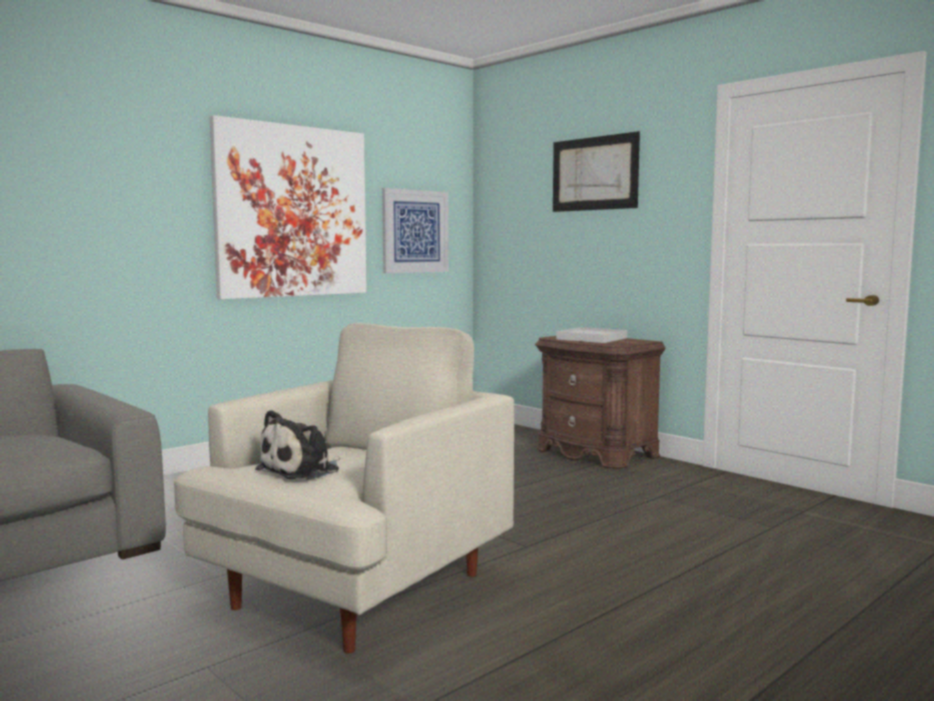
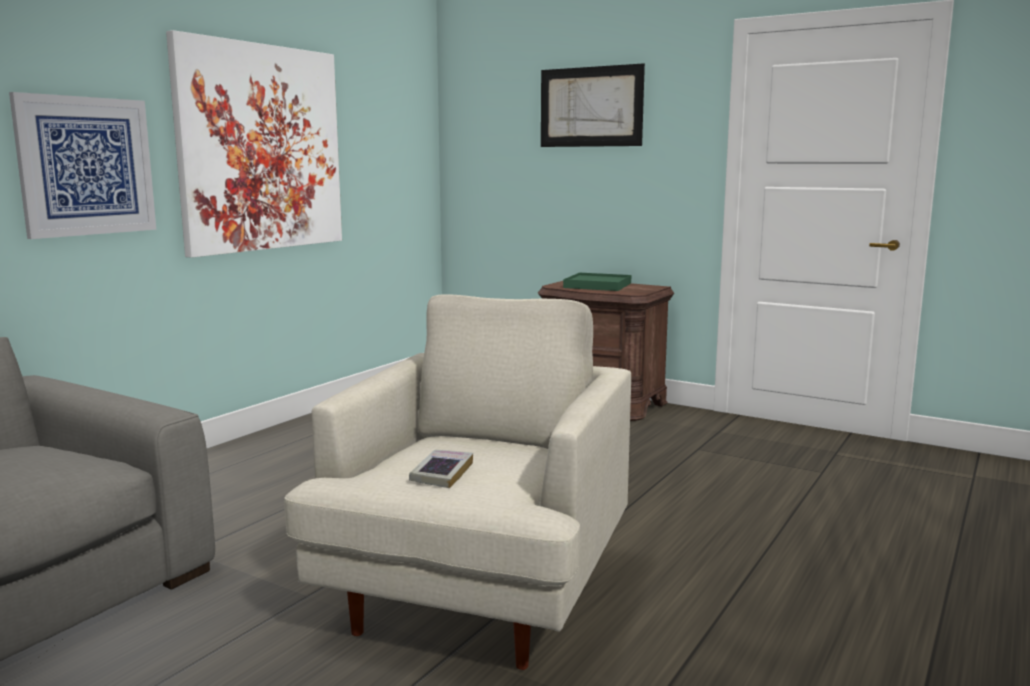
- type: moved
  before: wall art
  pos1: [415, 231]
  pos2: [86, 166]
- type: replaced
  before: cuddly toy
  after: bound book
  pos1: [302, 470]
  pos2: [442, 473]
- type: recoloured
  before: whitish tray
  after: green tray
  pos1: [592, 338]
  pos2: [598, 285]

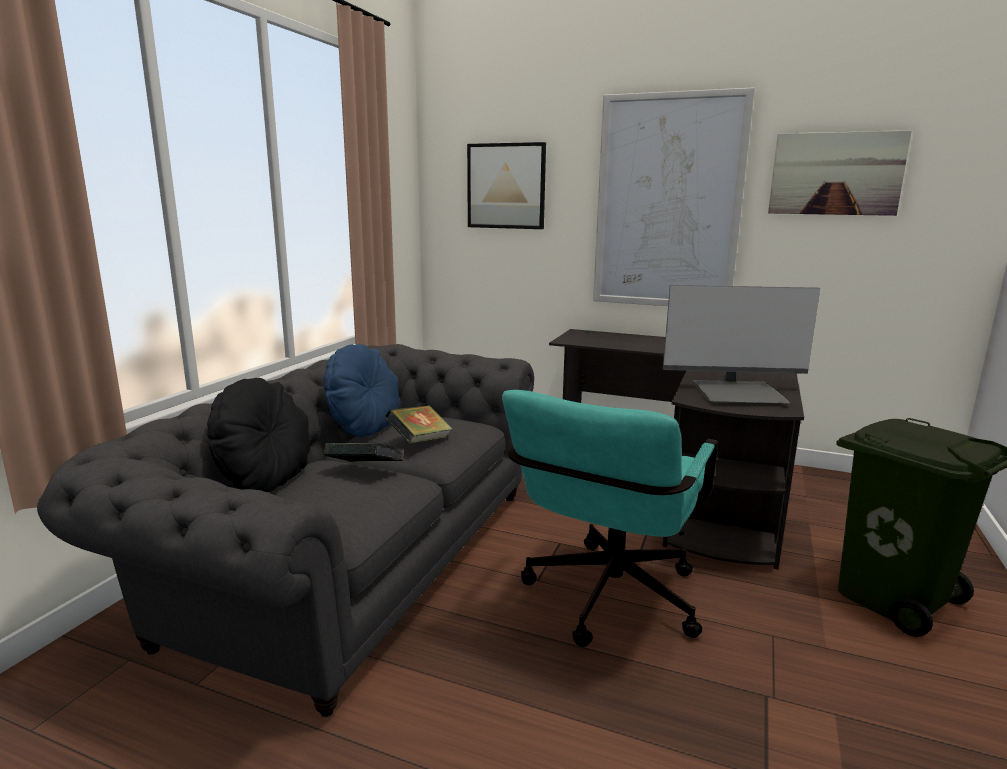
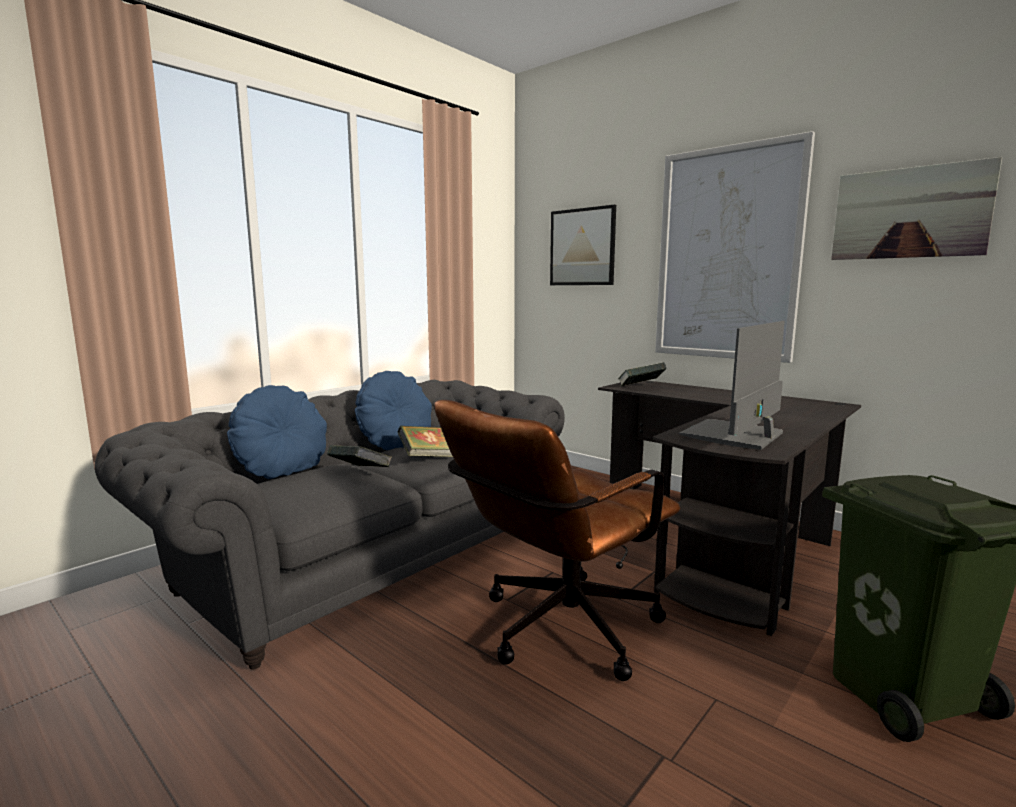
- type: recoloured
  before: black-coloured throw pillow
  after: blue-coloured throw pillow
  pos1: [266, 482]
  pos2: [282, 473]
- type: recoloured
  before: turquoise office chair
  after: brownish office chair
  pos1: [606, 603]
  pos2: [557, 631]
- type: added
  after: bound book
  pos2: [641, 387]
- type: turned
  before: monitor
  pos1: [737, 393]
  pos2: [734, 436]
  turn: 105

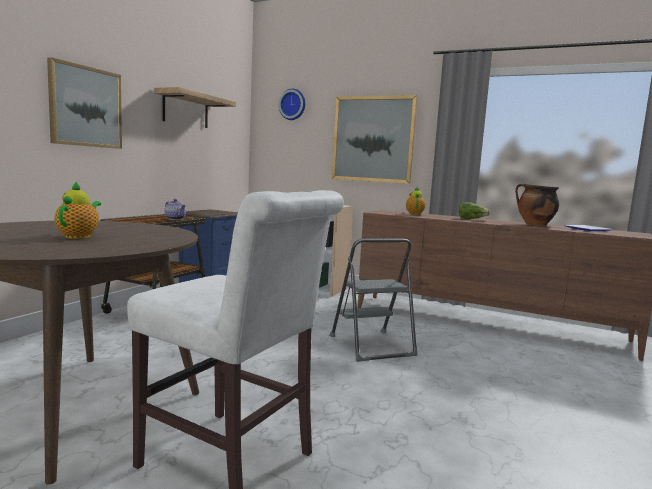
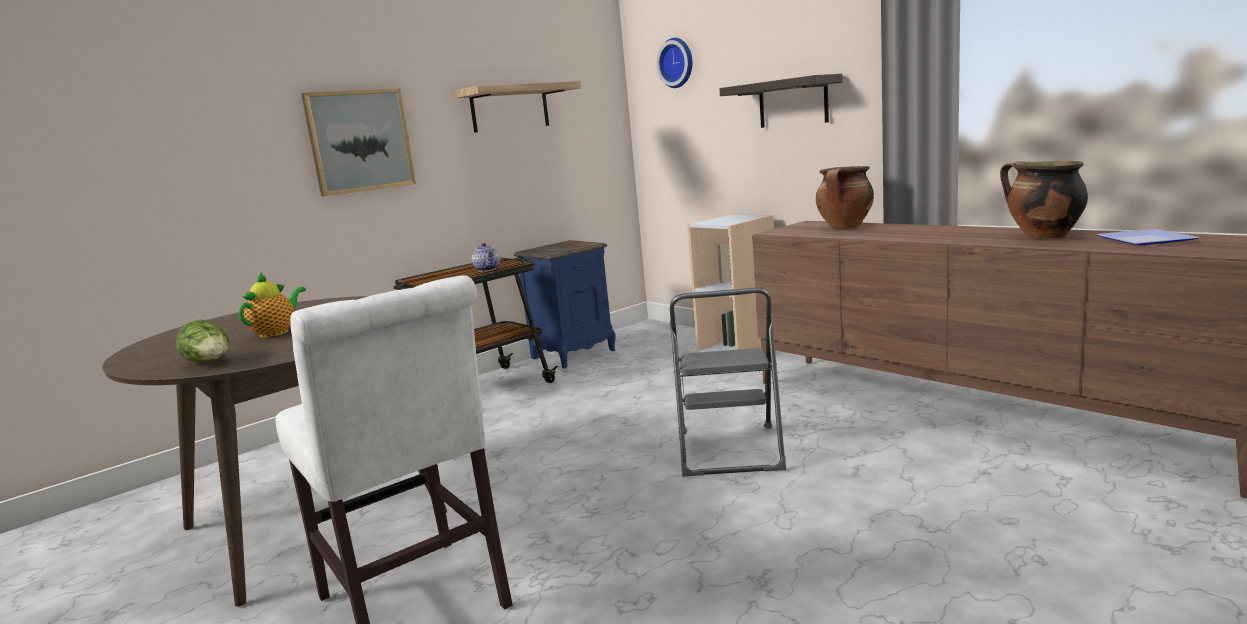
- type: moved
  before: lettuce head
  pos1: [471, 219]
  pos2: [211, 362]
- type: replaced
  before: wall art
  after: wall shelf
  pos1: [373, 139]
  pos2: [793, 102]
- type: replaced
  before: tea pot
  after: saucepot
  pos1: [414, 214]
  pos2: [845, 227]

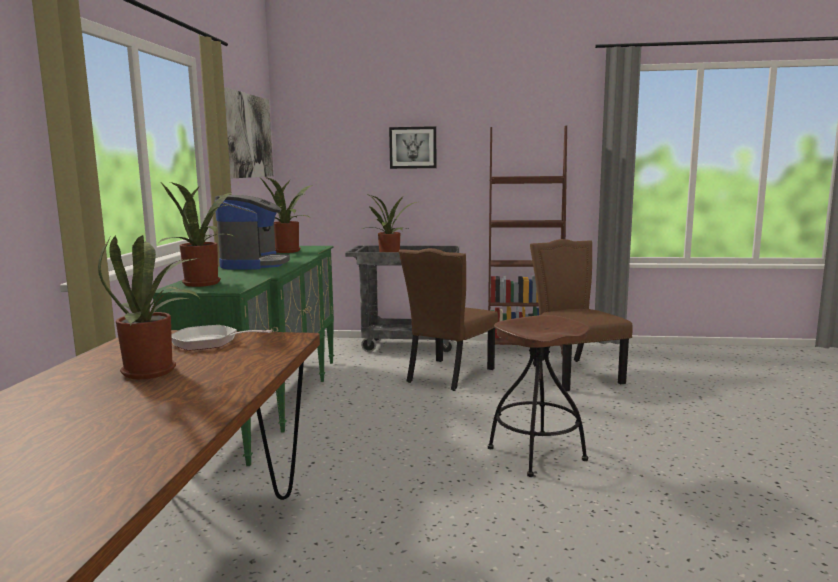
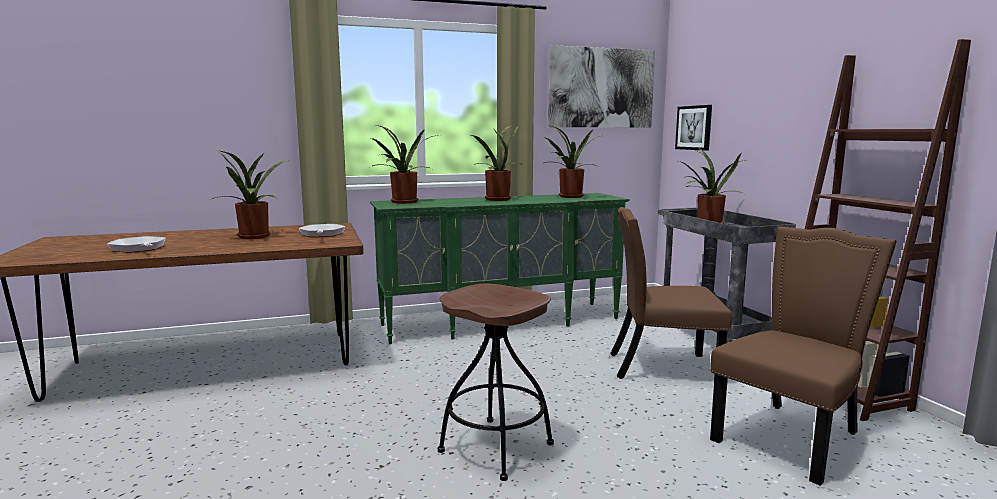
- type: added
  after: skillet
  pos2: [139, 249]
- type: replaced
  before: coffee maker
  after: potted plant
  pos1: [254, 264]
  pos2: [495, 199]
- type: moved
  before: wall art
  pos1: [413, 147]
  pos2: [694, 127]

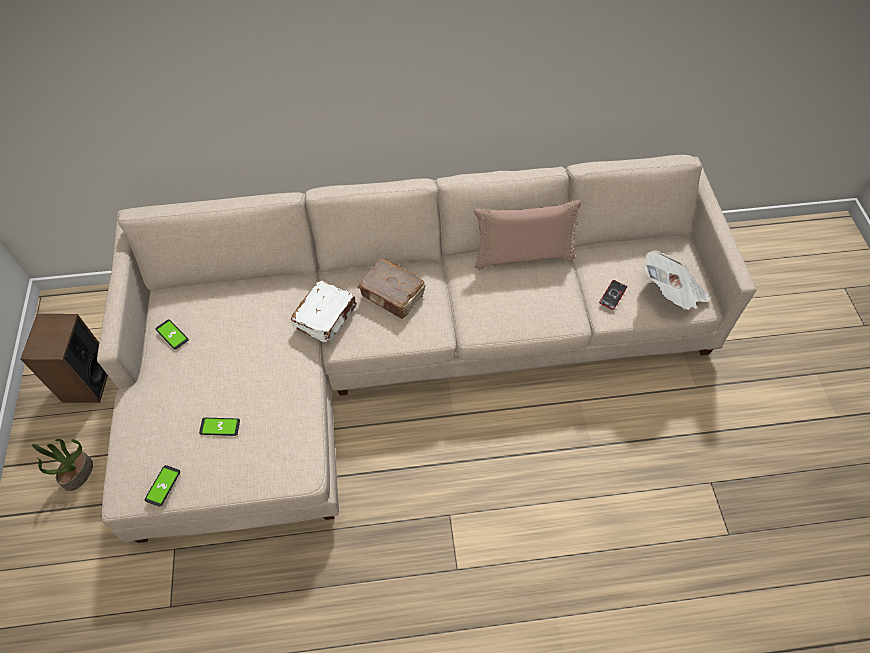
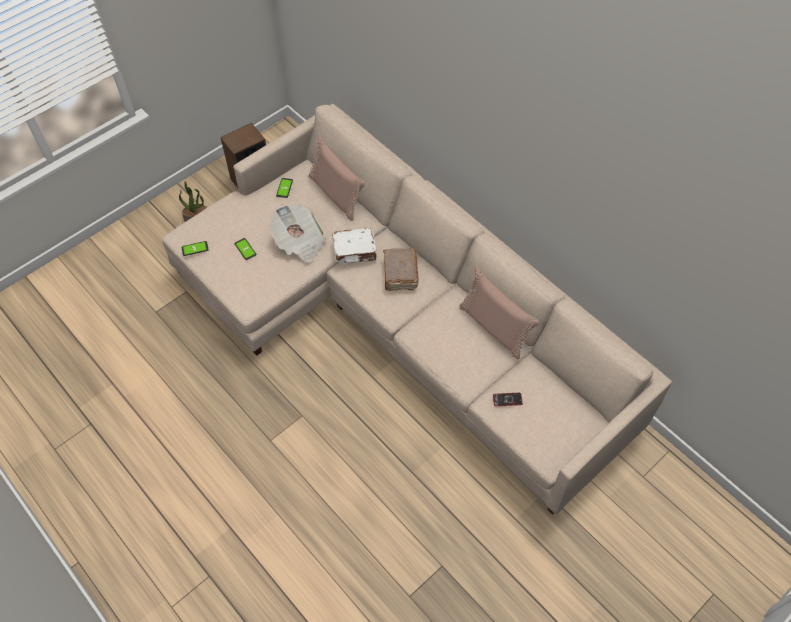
- type: moved
  before: printed paper
  pos1: [671, 292]
  pos2: [299, 242]
- type: added
  after: sand-coloured throw pillow
  pos2: [336, 194]

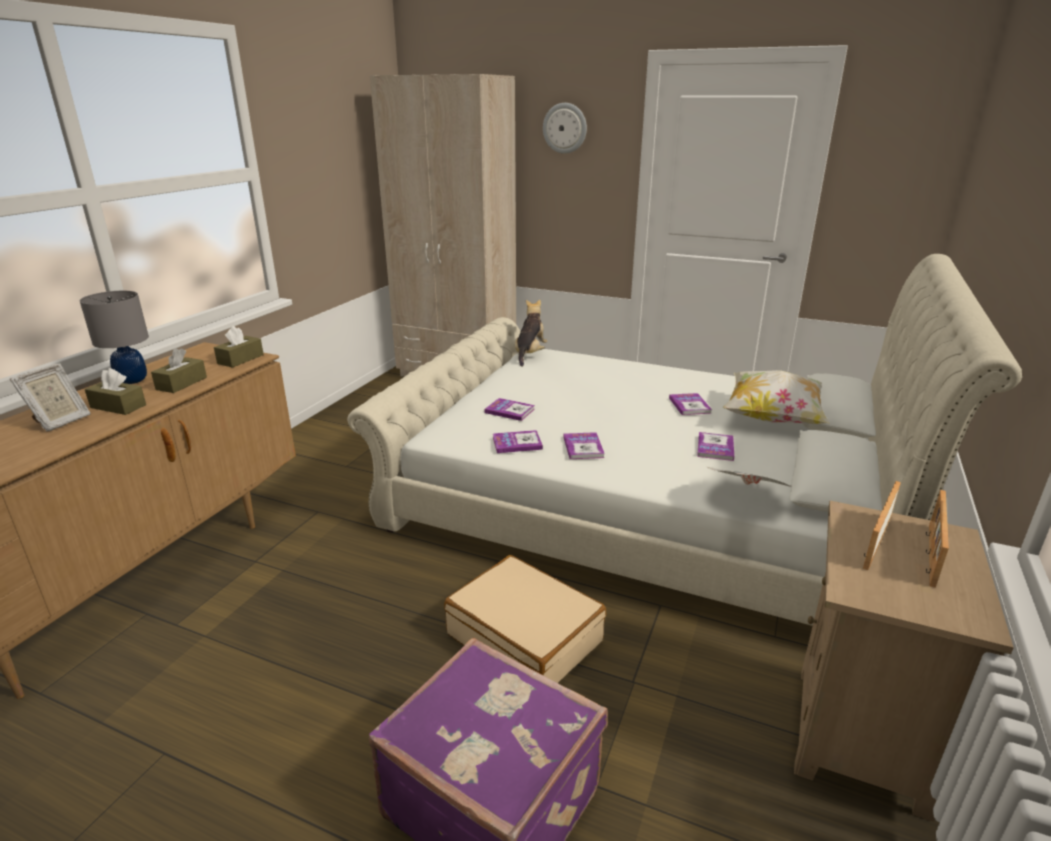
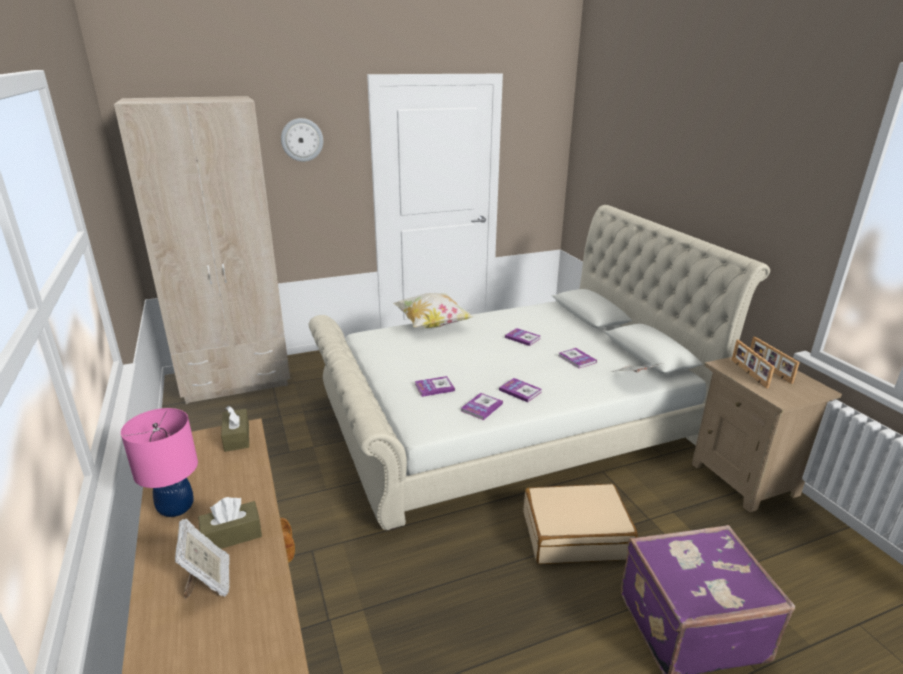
- type: recoloured
  before: grey table lamp
  after: pink table lamp
  pos1: [131, 381]
  pos2: [176, 510]
- type: moved
  before: throw pillow
  pos1: [773, 418]
  pos2: [432, 324]
- type: removed
  before: brownish tissue box
  pos1: [181, 383]
- type: removed
  before: cuddly toy
  pos1: [530, 354]

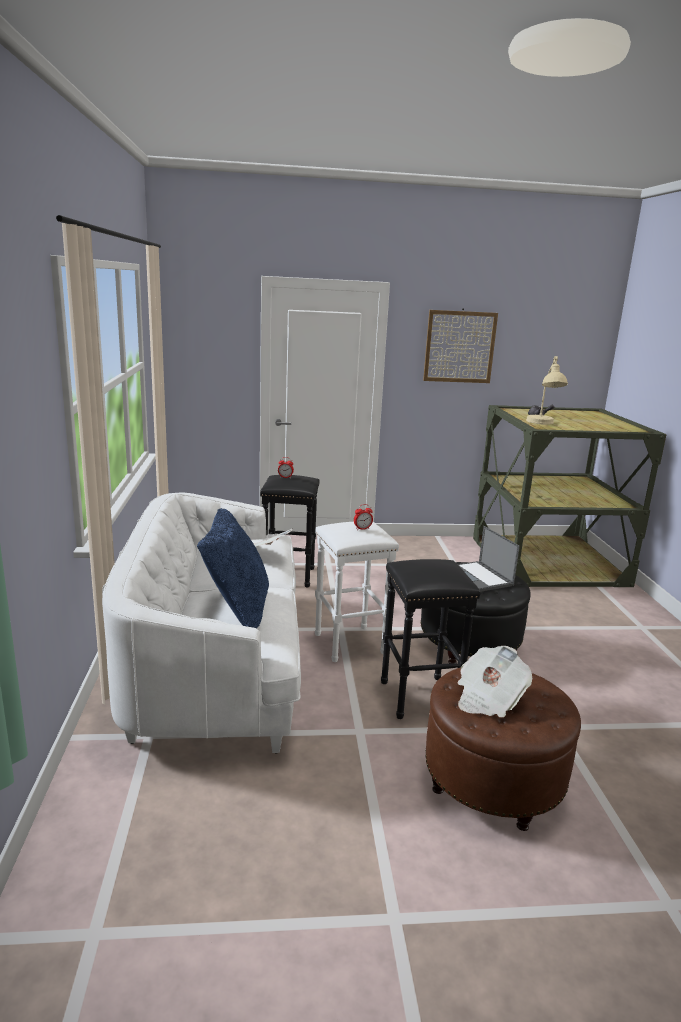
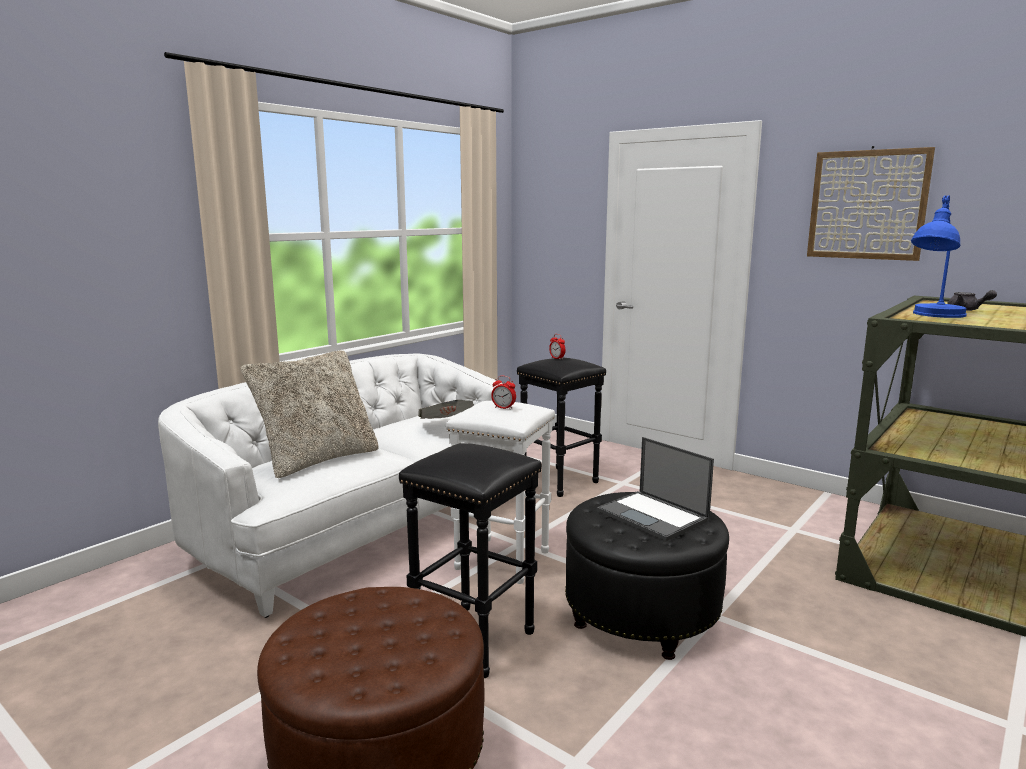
- type: recoloured
  before: blue-coloured throw pillow
  after: sand-coloured throw pillow
  pos1: [237, 609]
  pos2: [318, 458]
- type: turned
  before: laptop
  pos1: [479, 577]
  pos2: [653, 516]
  turn: -60
- type: recoloured
  before: sand-coloured table lamp
  after: blue-coloured table lamp
  pos1: [543, 424]
  pos2: [933, 316]
- type: removed
  before: printed paper
  pos1: [488, 698]

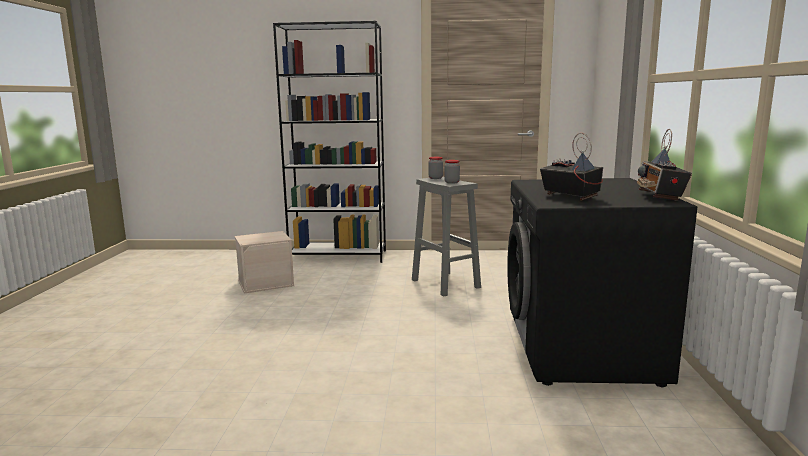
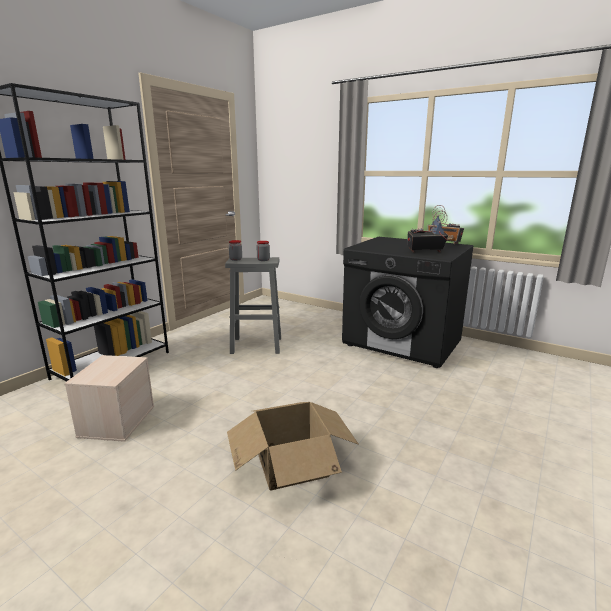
- type: added
  after: carton
  pos2: [292, 463]

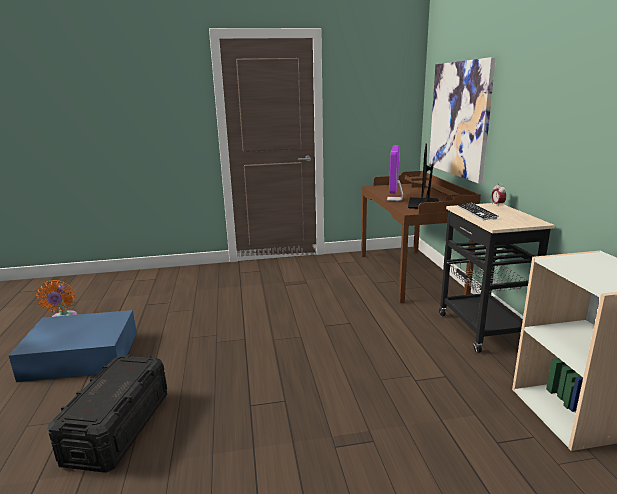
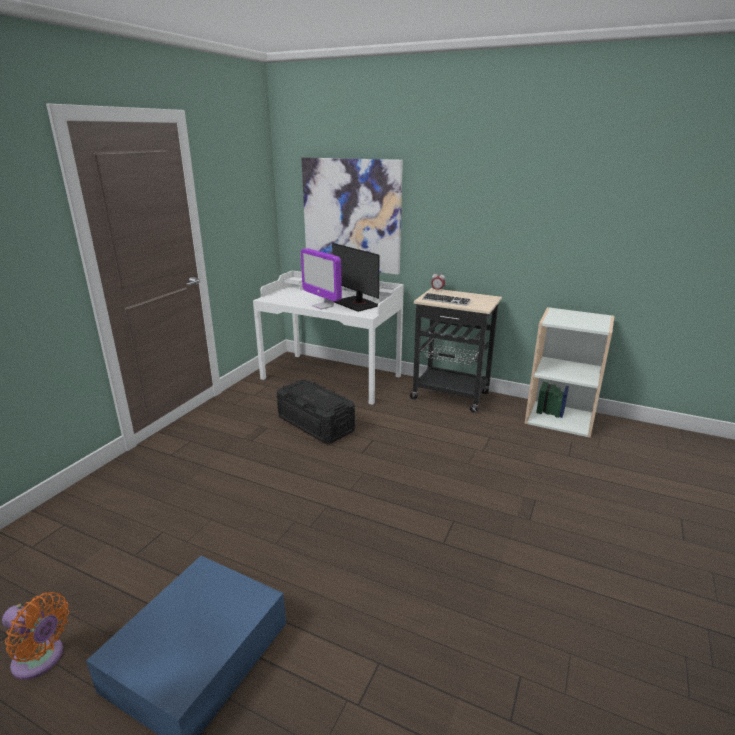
- type: recoloured
  before: brownish desk unit
  after: whitish desk unit
  pos1: [410, 273]
  pos2: [331, 377]
- type: moved
  before: black-coloured storage container
  pos1: [118, 427]
  pos2: [316, 424]

